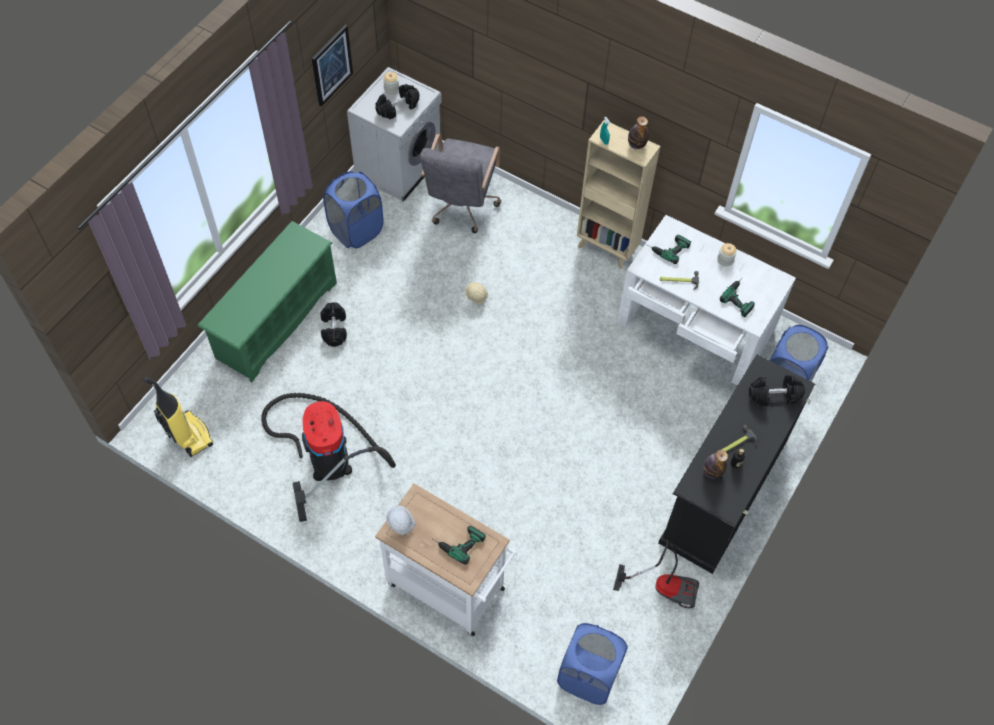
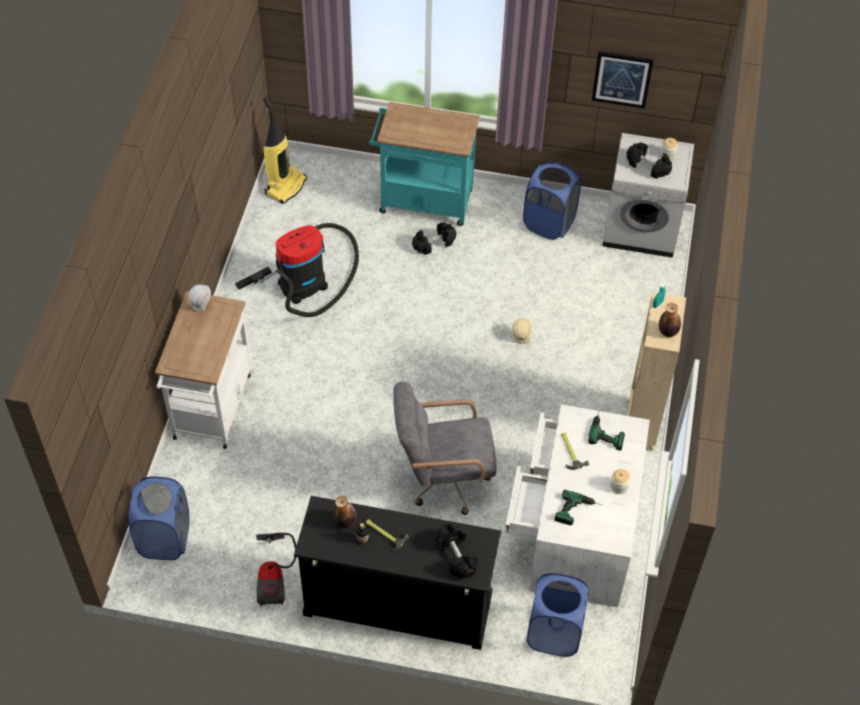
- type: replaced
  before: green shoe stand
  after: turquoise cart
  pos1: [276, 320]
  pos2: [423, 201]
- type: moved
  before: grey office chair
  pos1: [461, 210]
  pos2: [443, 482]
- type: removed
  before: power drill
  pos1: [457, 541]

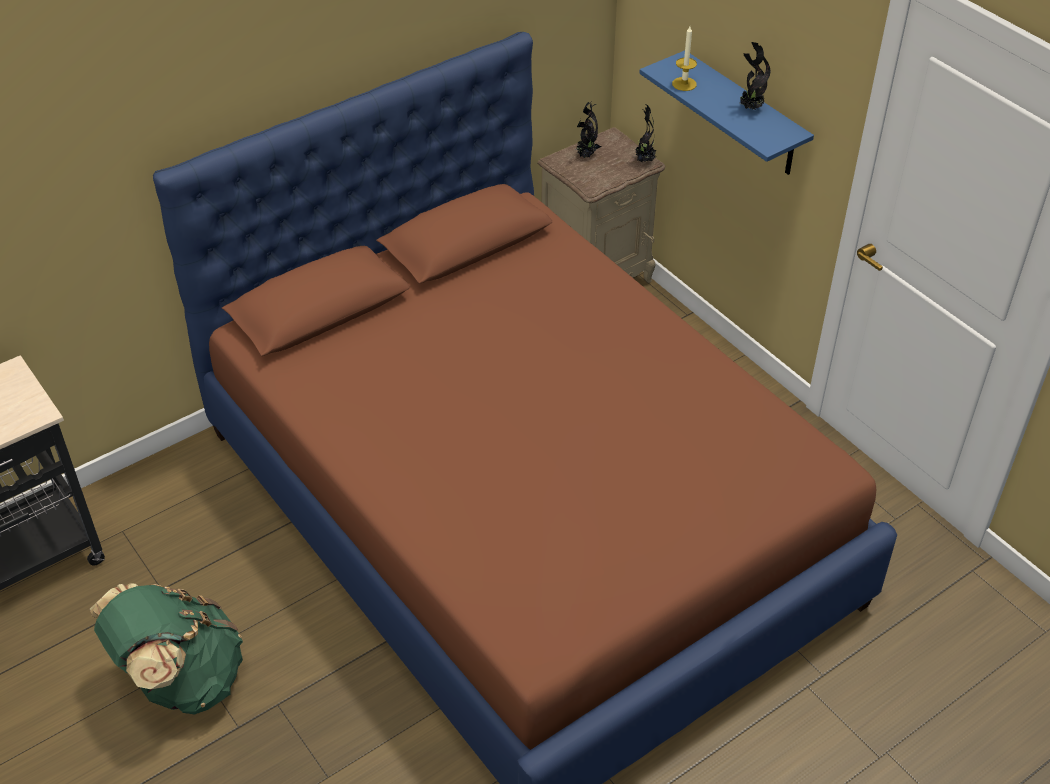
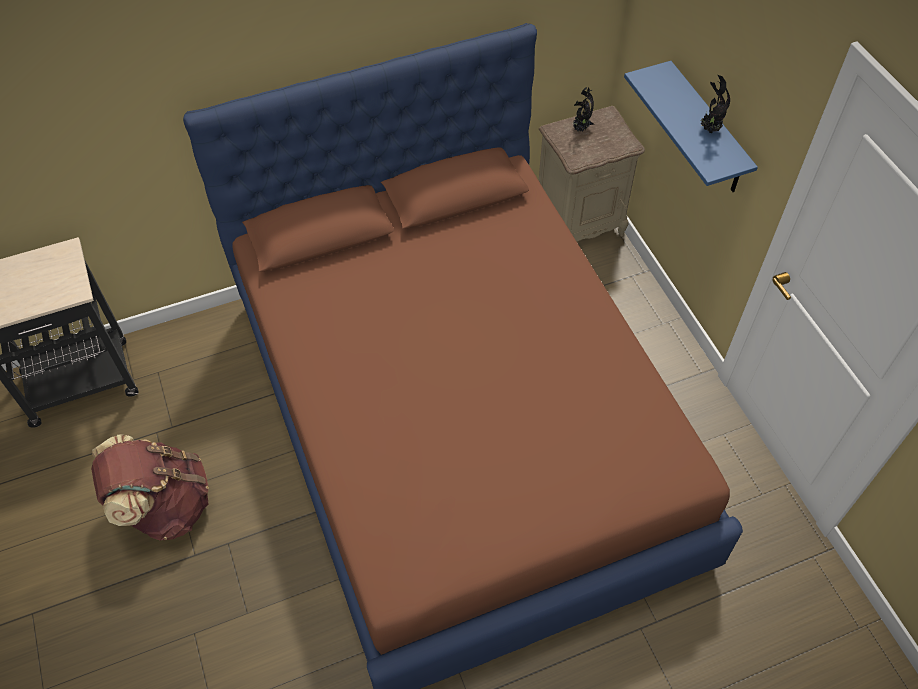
- type: recoloured
  before: green backpack
  after: brownish backpack
  pos1: [181, 680]
  pos2: [165, 506]
- type: removed
  before: potted plant
  pos1: [644, 160]
- type: removed
  before: wax light
  pos1: [684, 84]

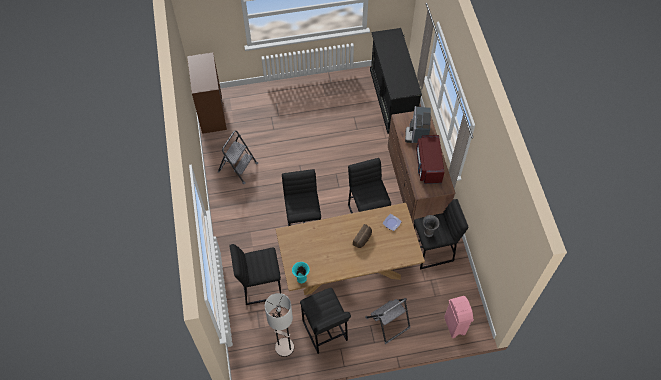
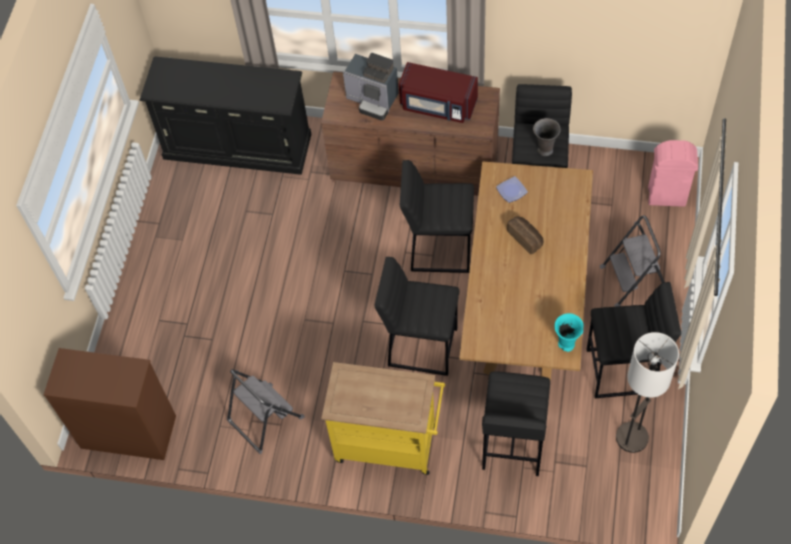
- type: added
  after: yellowish cart
  pos2: [390, 444]

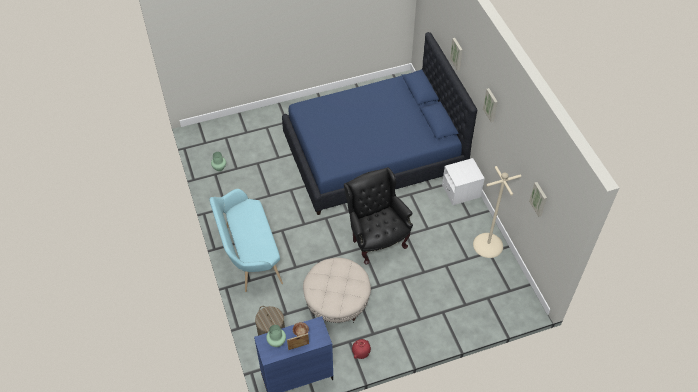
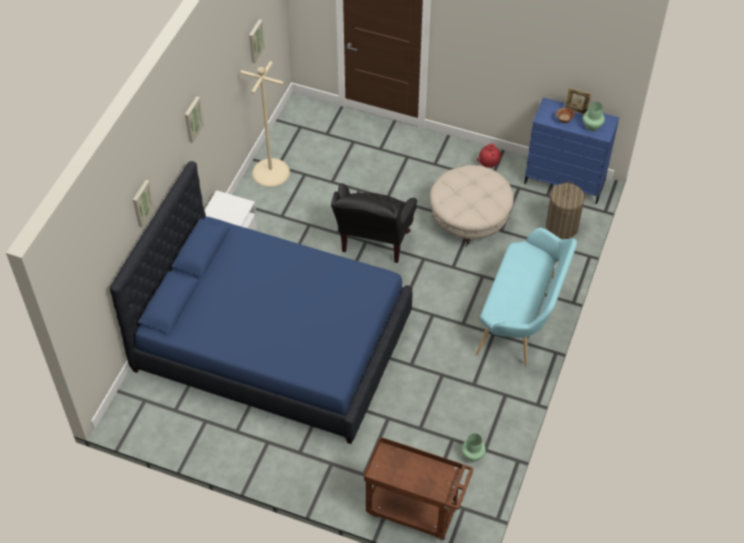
- type: added
  after: brownish cart
  pos2: [415, 514]

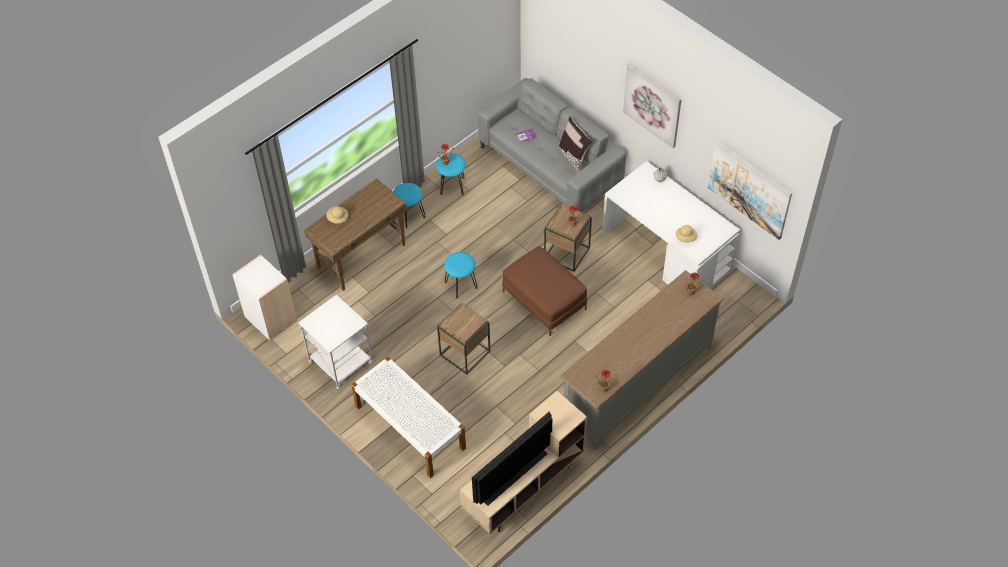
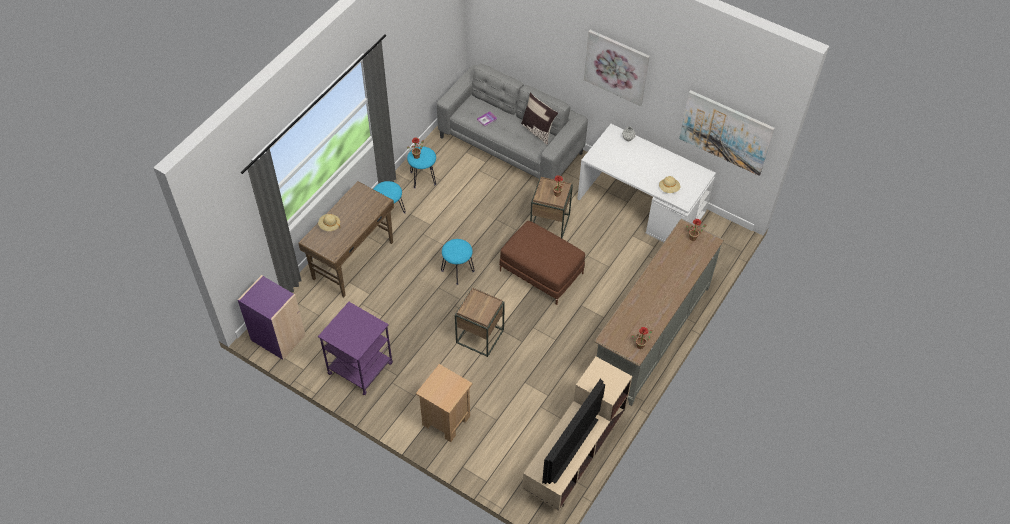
- type: recoloured
  before: whitish shelving unit
  after: purple shelving unit
  pos1: [270, 318]
  pos2: [277, 337]
- type: recoloured
  before: whitish cart
  after: purple cart
  pos1: [340, 361]
  pos2: [359, 367]
- type: replaced
  before: whitish long seat
  after: sand-coloured bedside table
  pos1: [409, 427]
  pos2: [446, 419]

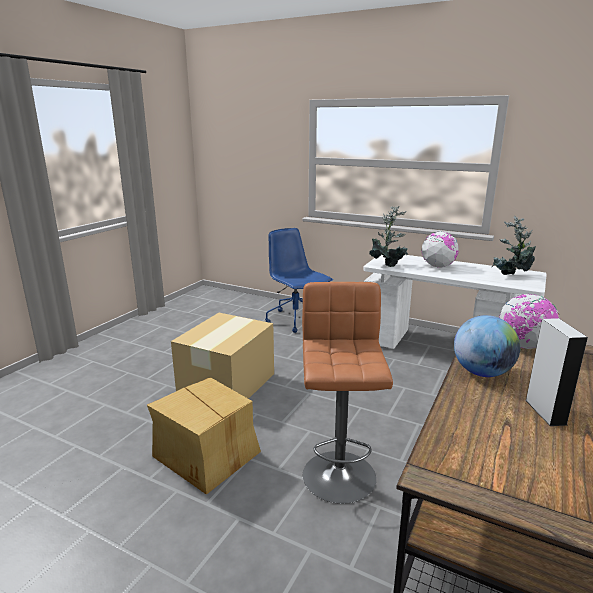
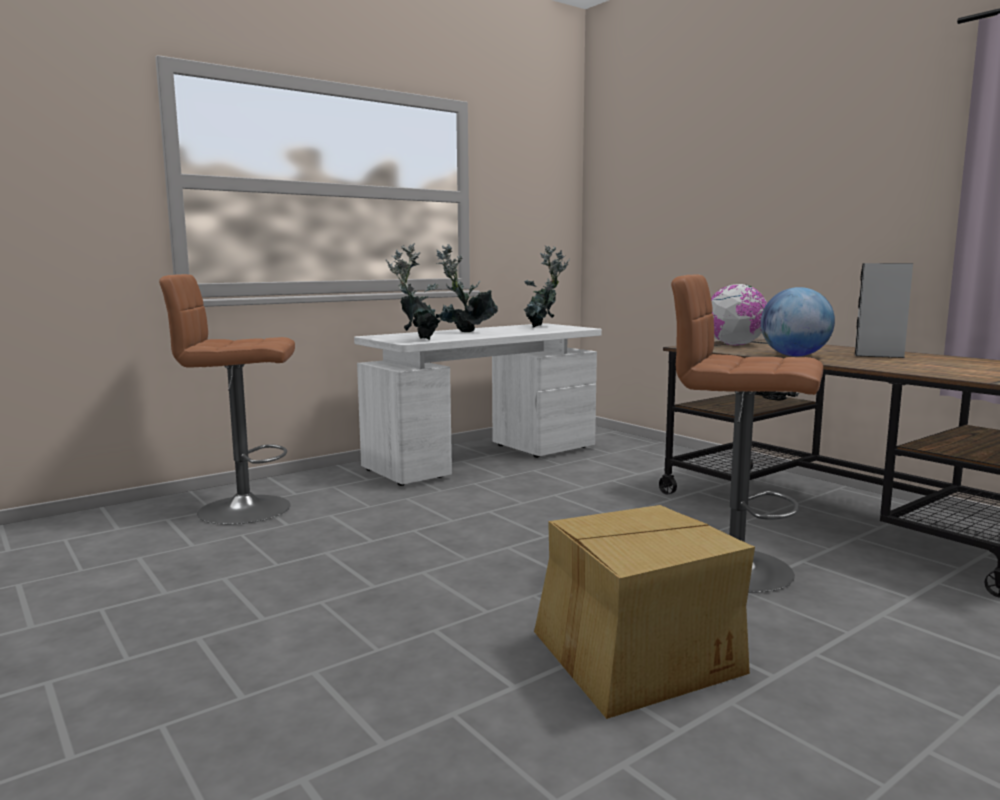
- type: replaced
  before: blue-coloured office chair
  after: brownish stool seat
  pos1: [297, 321]
  pos2: [243, 509]
- type: replaced
  before: desk globe
  after: potted plant
  pos1: [437, 266]
  pos2: [463, 333]
- type: removed
  before: carton
  pos1: [228, 383]

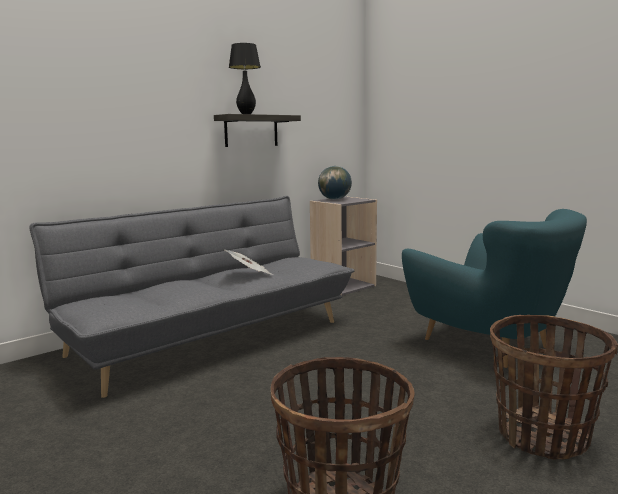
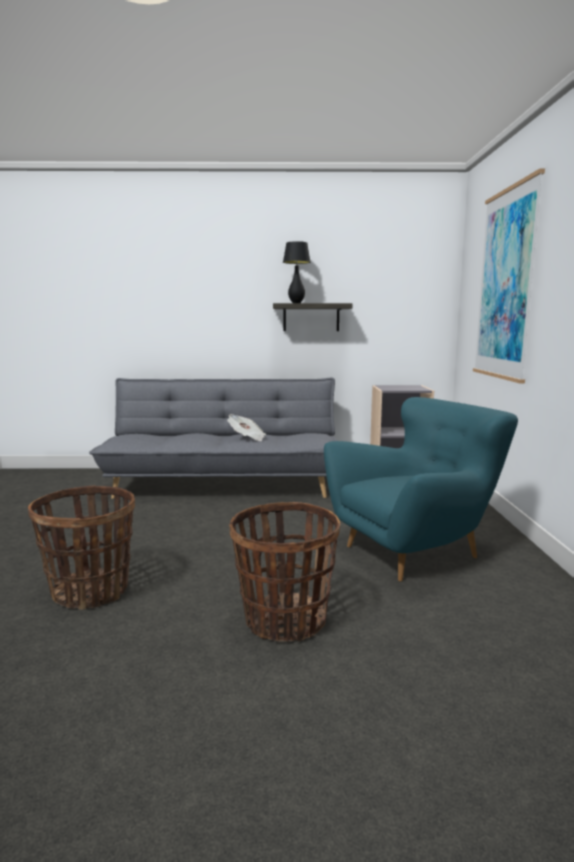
- type: turned
  before: turquoise easy chair
  pos1: [488, 344]
  pos2: [414, 551]
  turn: -120
- type: added
  after: wall art
  pos2: [505, 285]
- type: removed
  before: desk globe
  pos1: [334, 199]

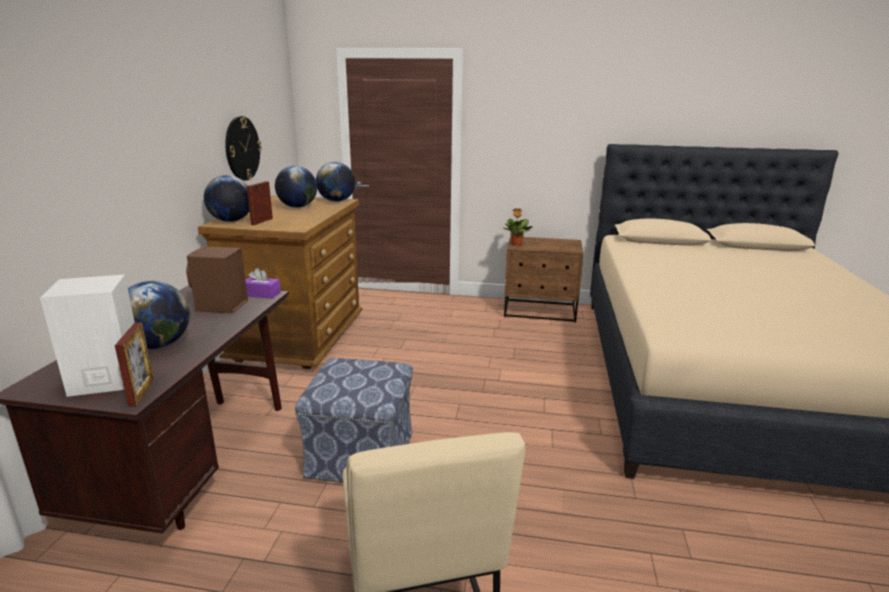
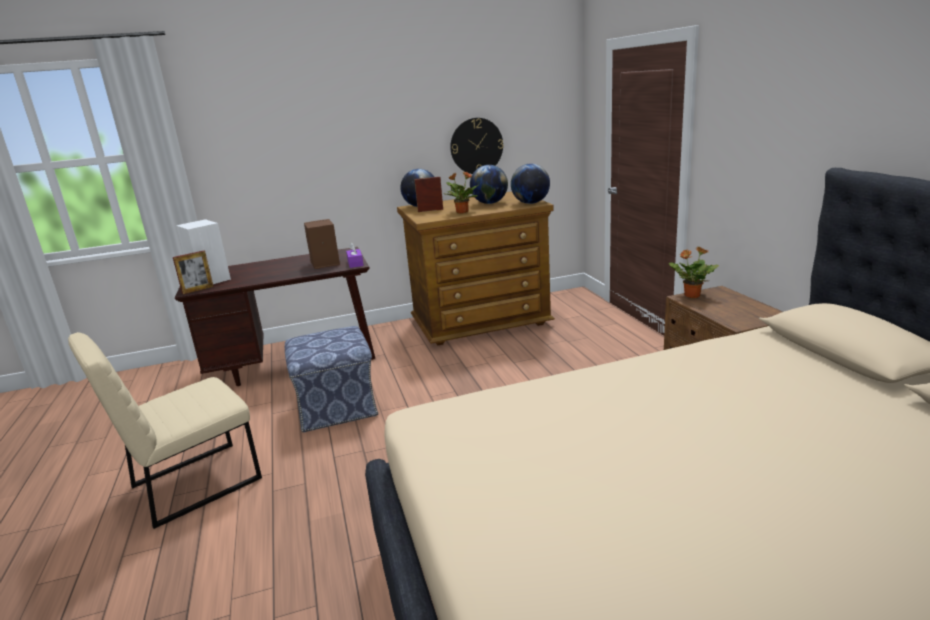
- type: added
  after: potted plant
  pos2: [462, 212]
- type: removed
  before: desk globe
  pos1: [158, 345]

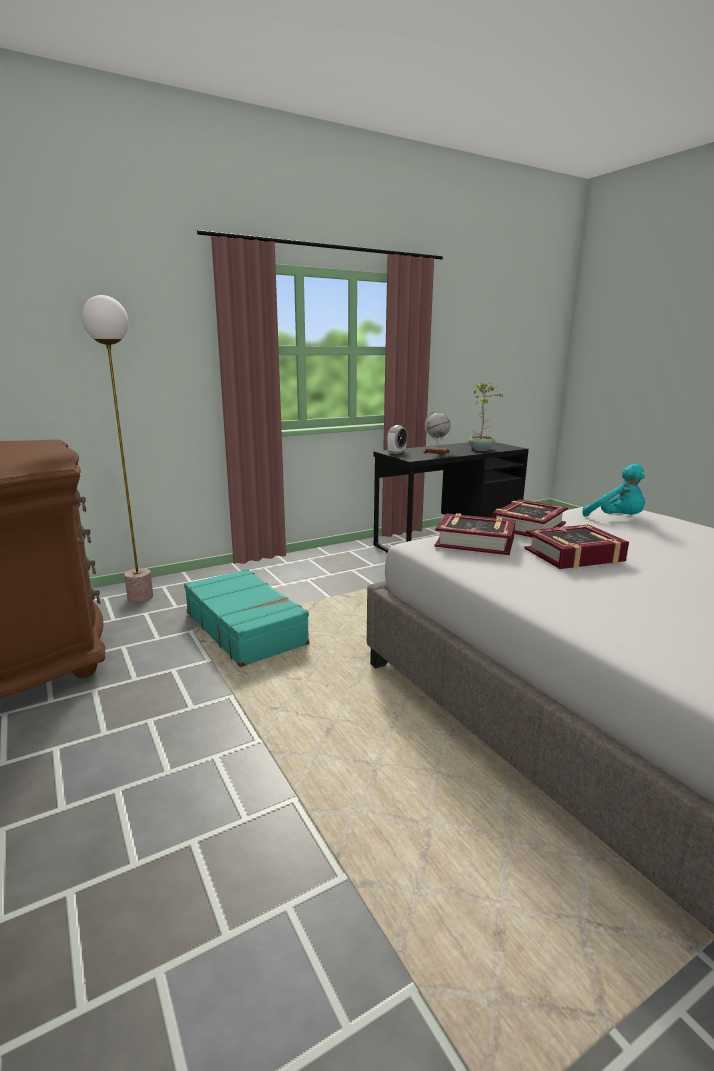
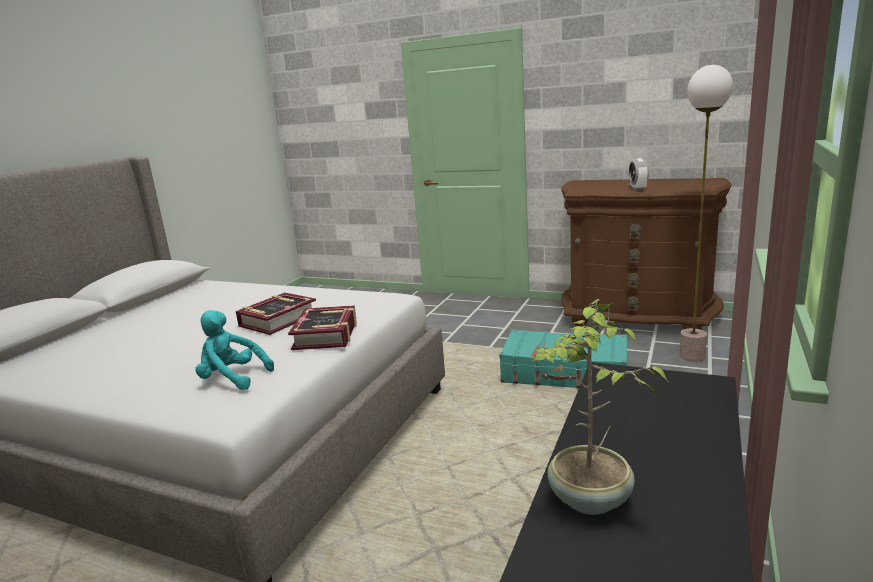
- type: moved
  before: alarm clock
  pos1: [396, 452]
  pos2: [638, 189]
- type: removed
  before: desk globe
  pos1: [436, 452]
- type: removed
  before: bound book
  pos1: [475, 542]

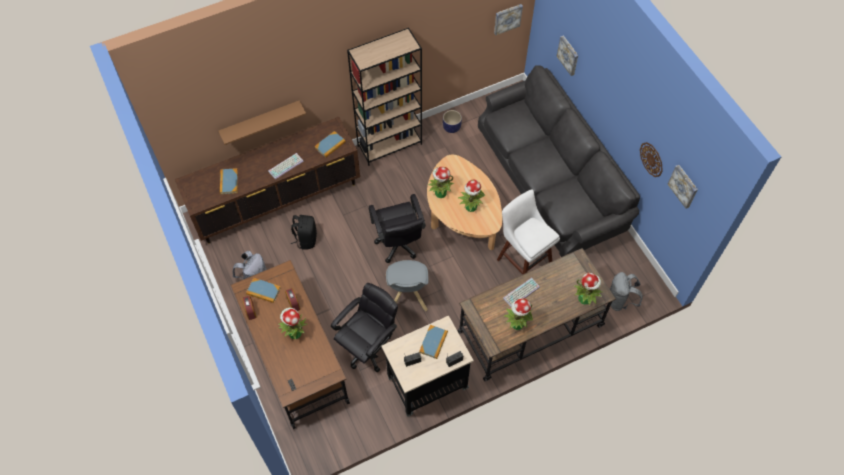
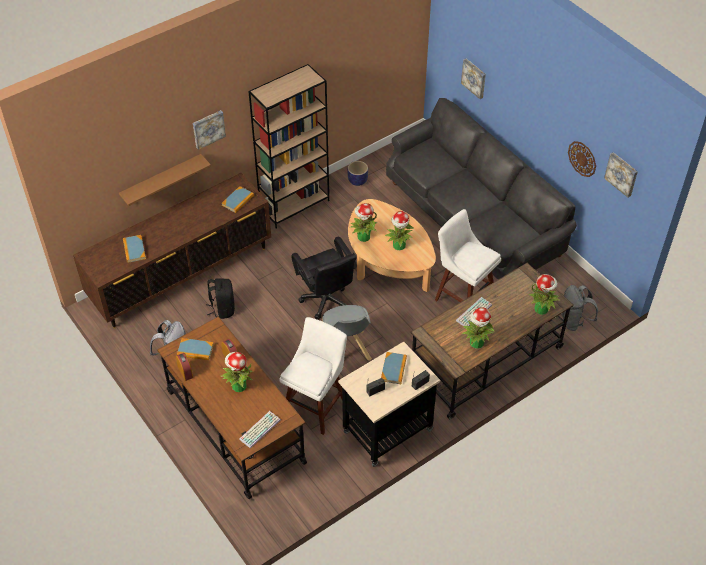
- type: moved
  before: wall art
  pos1: [507, 18]
  pos2: [208, 128]
- type: moved
  before: PC keyboard
  pos1: [286, 165]
  pos2: [260, 428]
- type: replaced
  before: black-coloured office chair
  after: whitish stool seat
  pos1: [369, 348]
  pos2: [316, 406]

